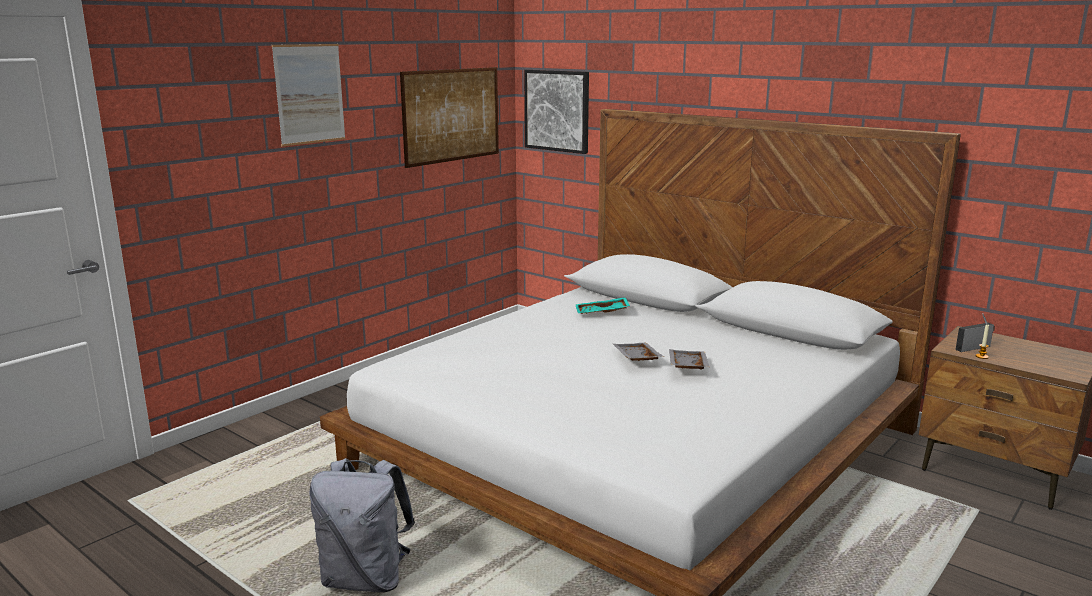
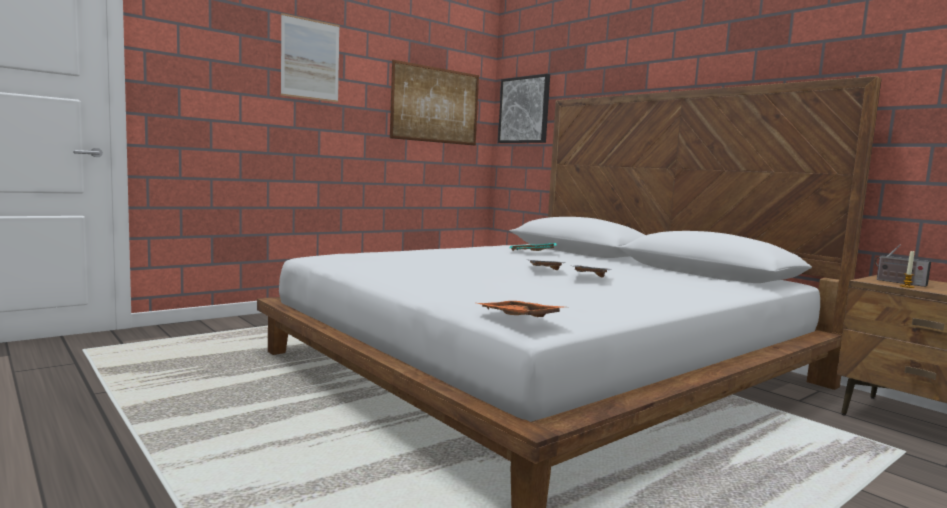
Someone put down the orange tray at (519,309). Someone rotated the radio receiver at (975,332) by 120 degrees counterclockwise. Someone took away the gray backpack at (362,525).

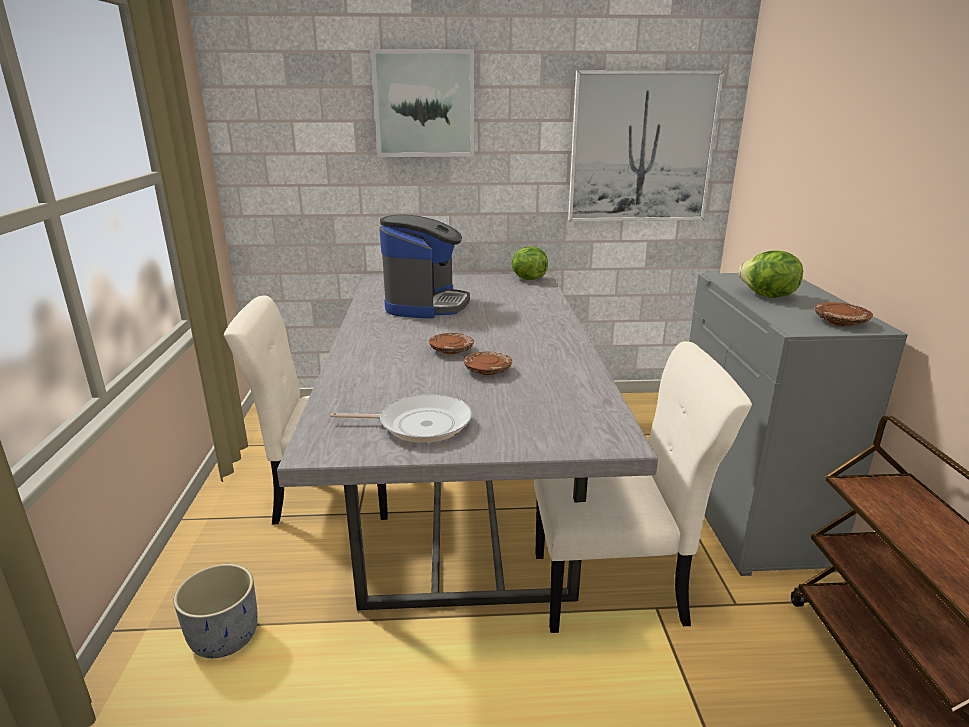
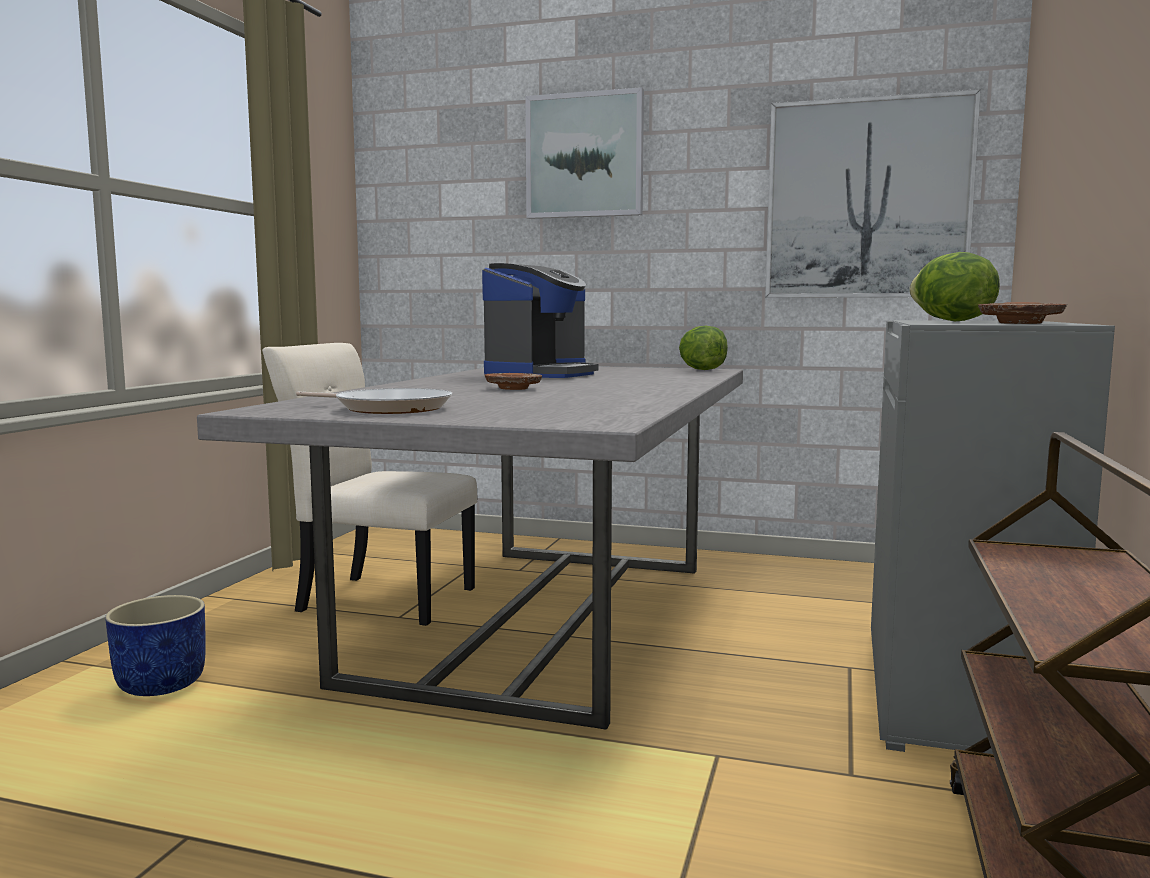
Someone repainted the gray plant pot at (216,611), which became the blue plant pot at (155,645). Someone took away the brownish flat dish at (488,363). Someone took away the sand-coloured upright chair at (643,487).

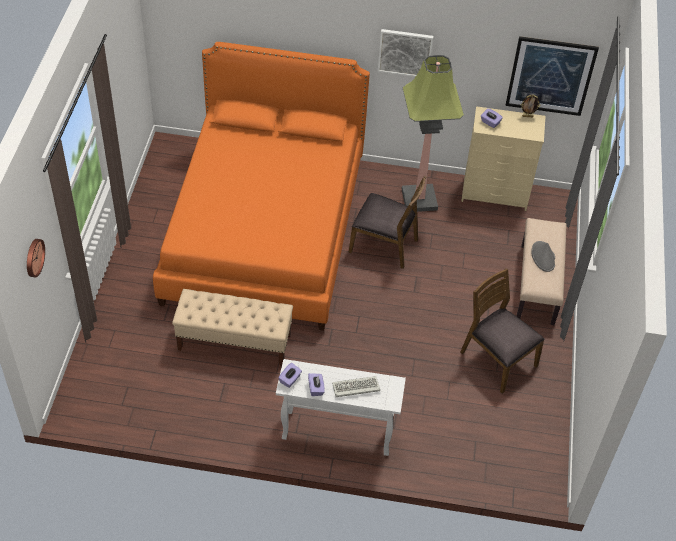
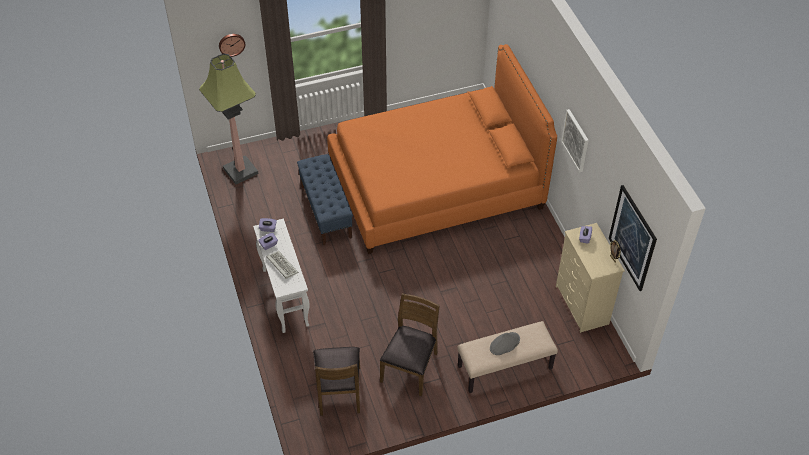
Someone carried the standing lamp from (433,133) to (229,119). Someone repainted the sand-coloured long seat at (232,327), which became the blue long seat at (325,199). Someone carried the brownish upright chair from (387,222) to (336,381).

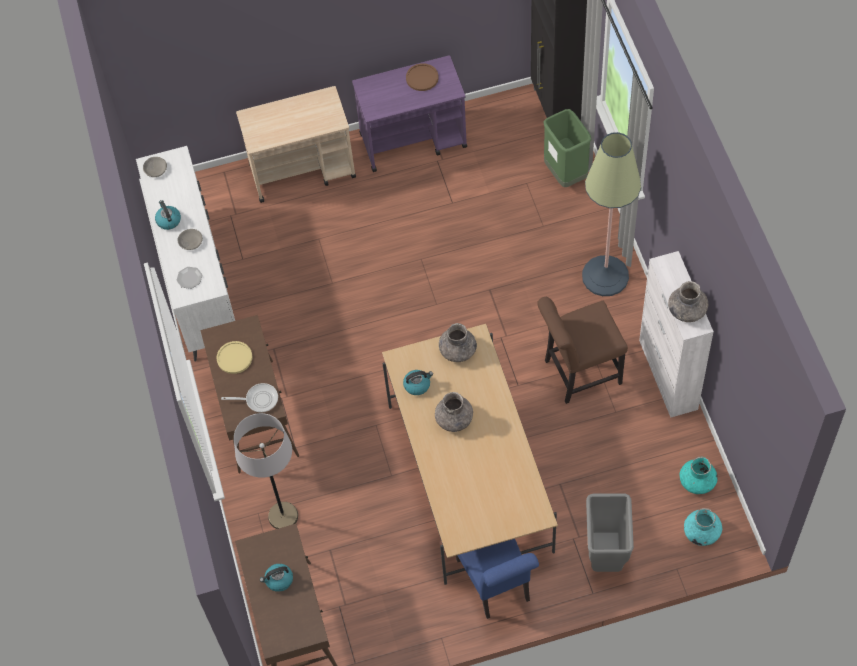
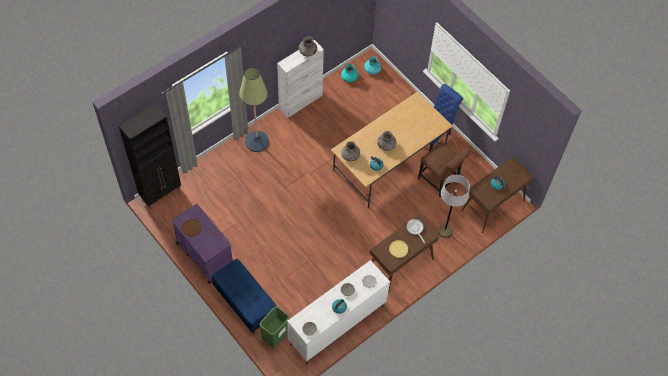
Someone swapped the sand-coloured trolley at (296,144) for the blue long seat at (244,296). Someone carried the green-coloured waste bin from (567,148) to (274,327). Someone carried the brownish upright chair from (582,350) to (444,169). Someone took away the gray waste bin at (610,532).

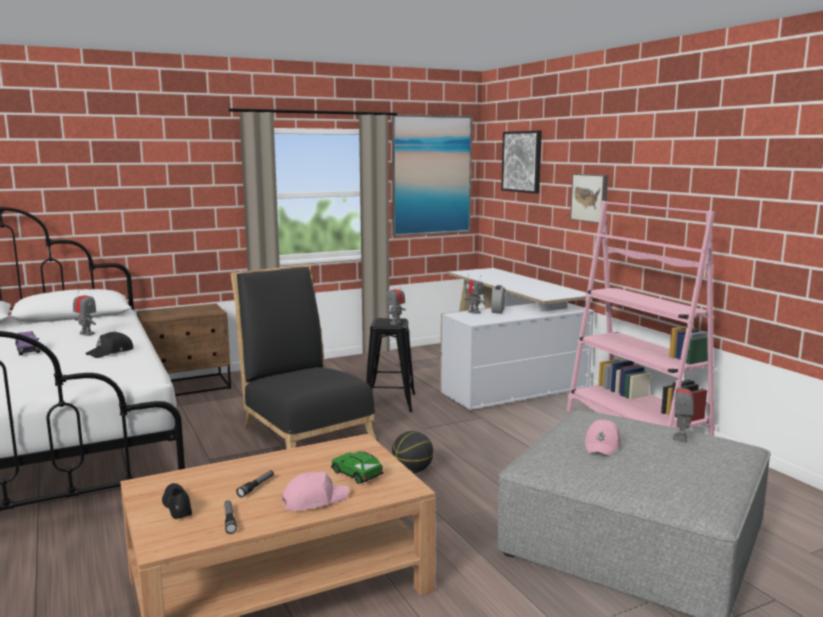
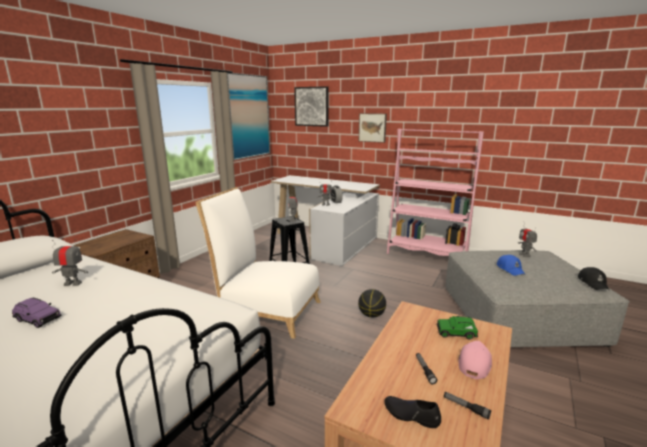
Someone repainted the black-coloured upright chair at (303,357), which became the whitish upright chair at (258,263). Someone repainted the pink baseball cap at (602,438), which became the blue baseball cap at (511,265). Someone carried the black-coloured baseball cap from (109,344) to (593,278).

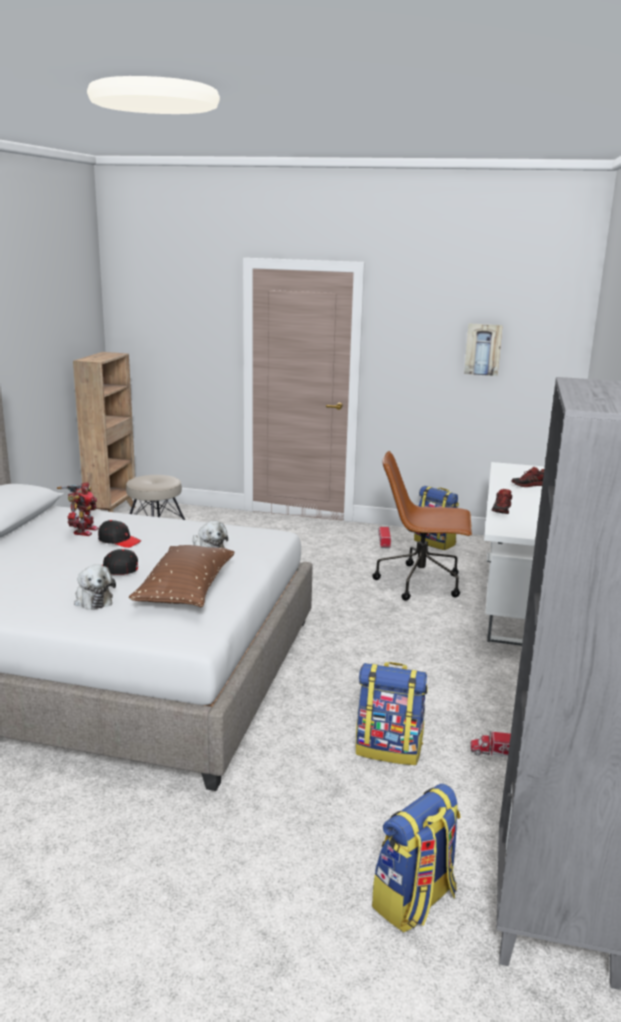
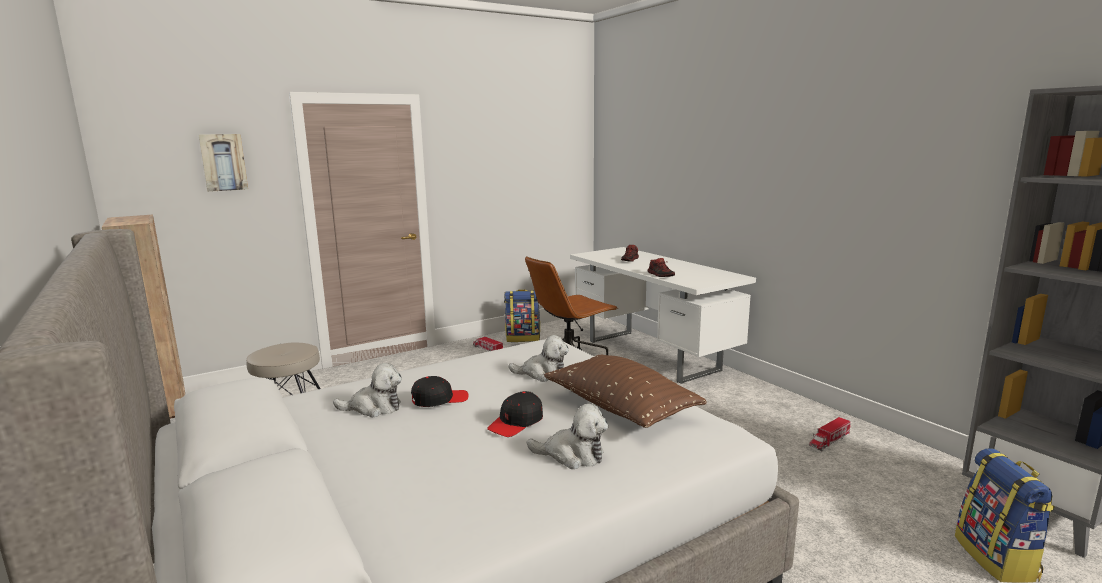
Someone carried the picture from (483,349) to (223,163). Someone swapped the robot figure at (78,509) for the cuddly toy at (367,390). Someone took away the backpack at (392,713).

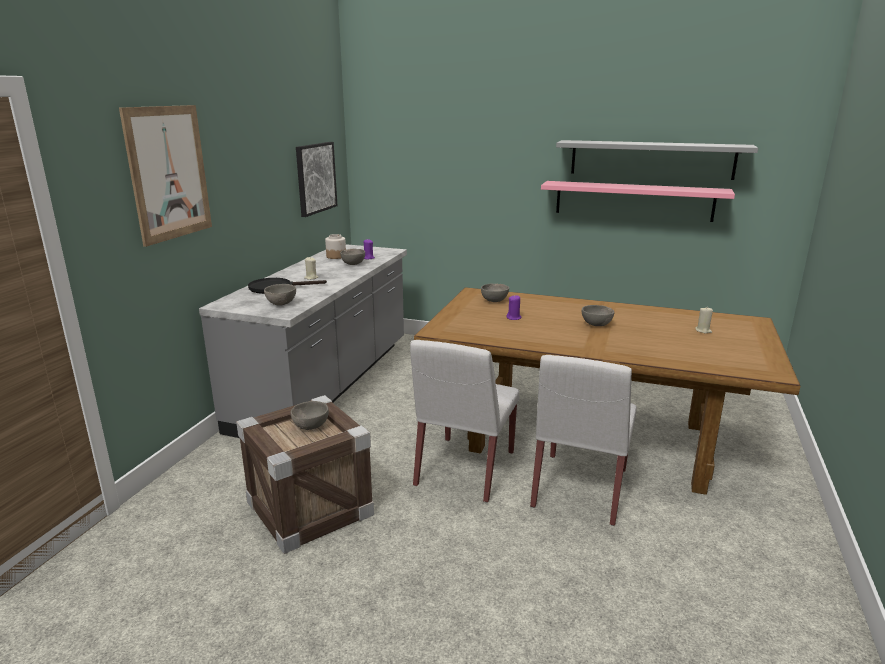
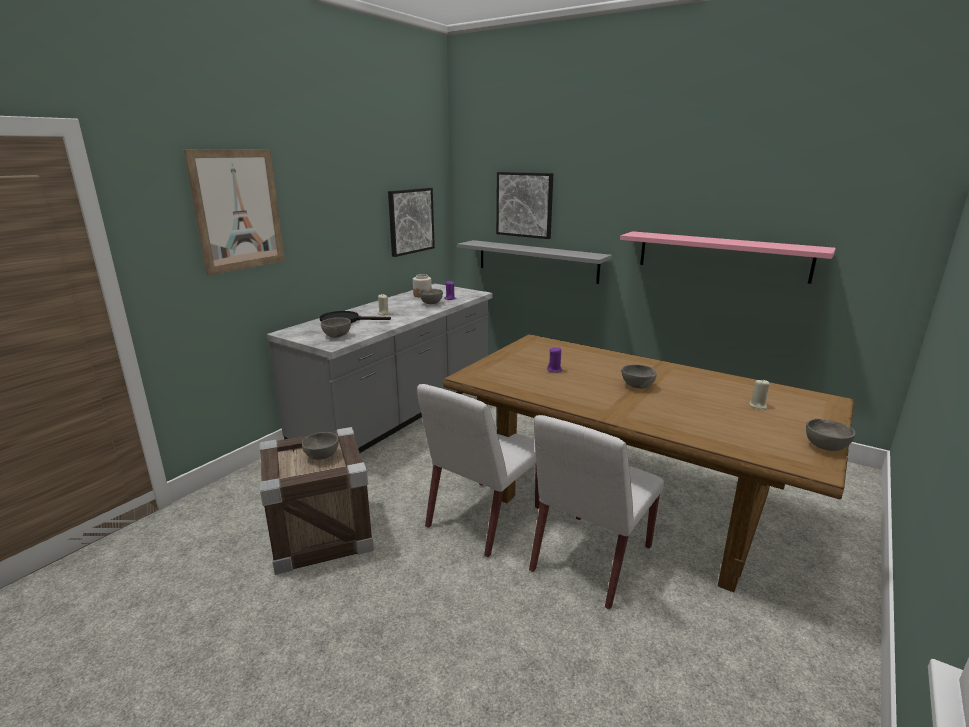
Someone carried the gray wall shelf from (657,160) to (534,262). Someone put up the picture at (524,205). Someone carried the gray serving bowl from (495,293) to (831,435).

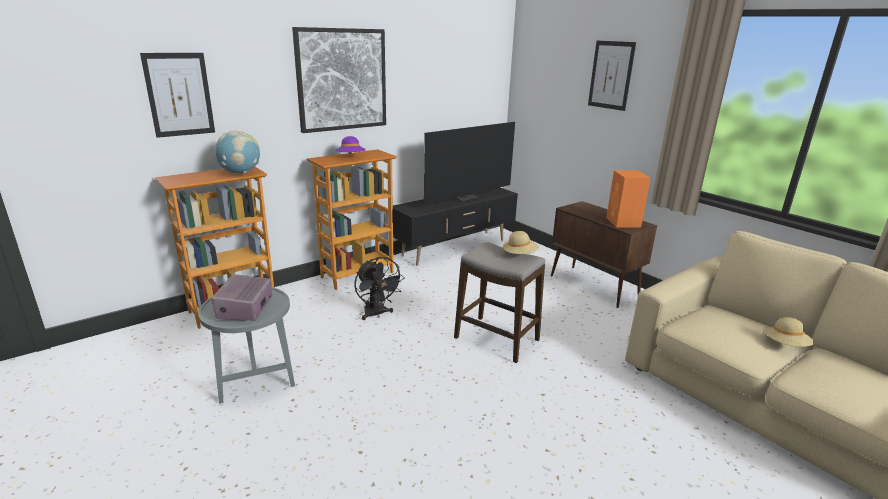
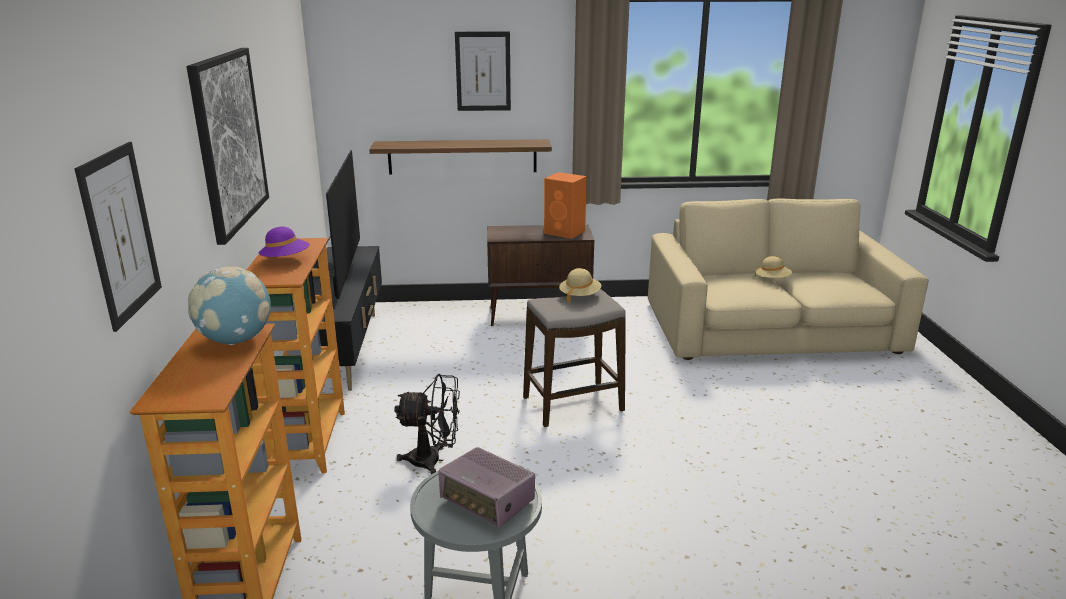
Someone put up the wall shelf at (460,156).

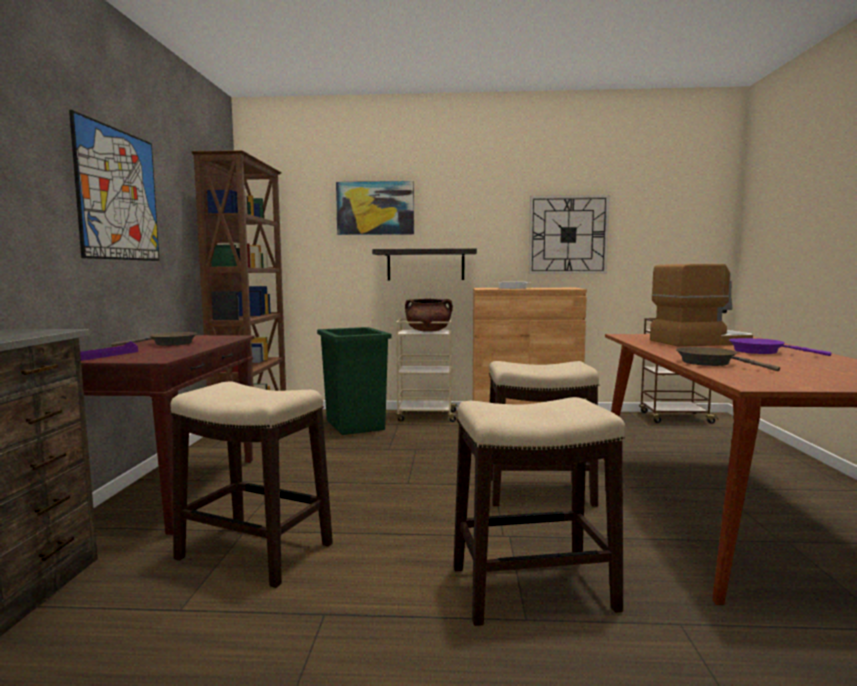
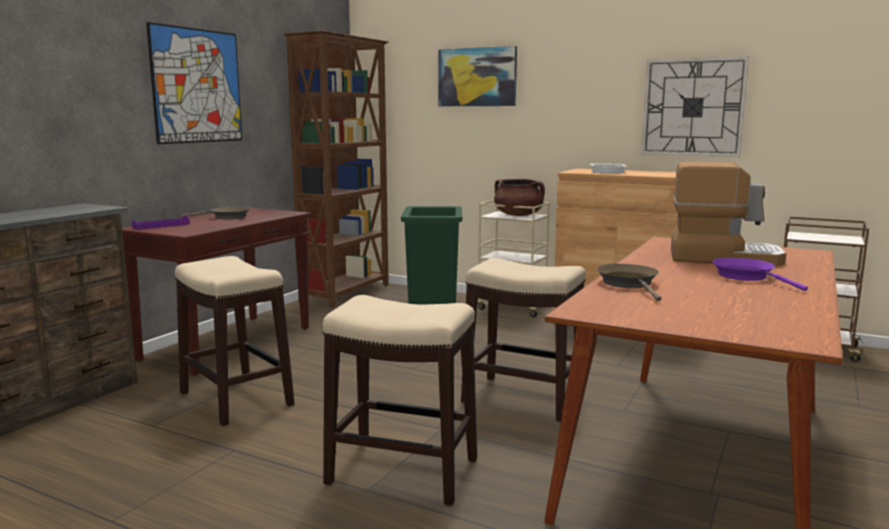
Someone took away the wall shelf at (424,264).

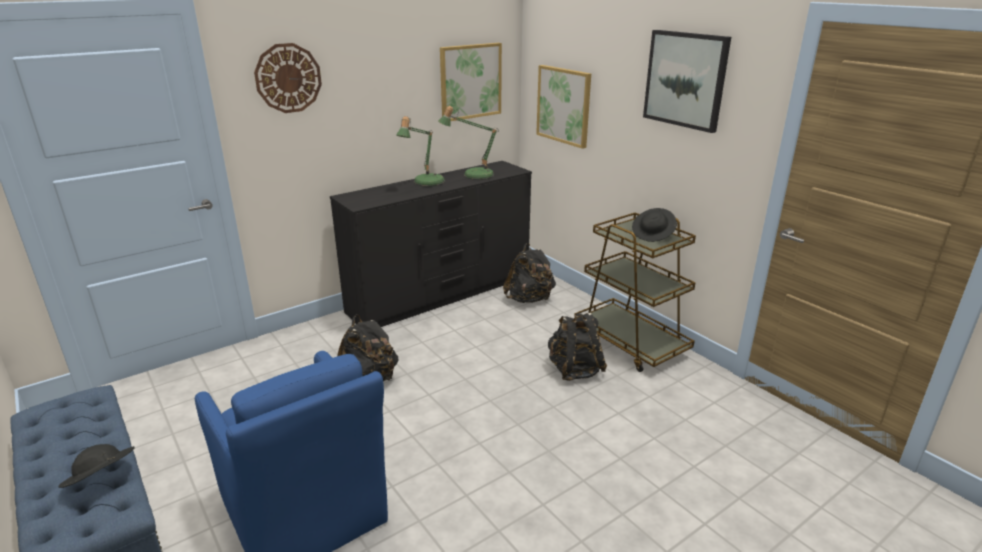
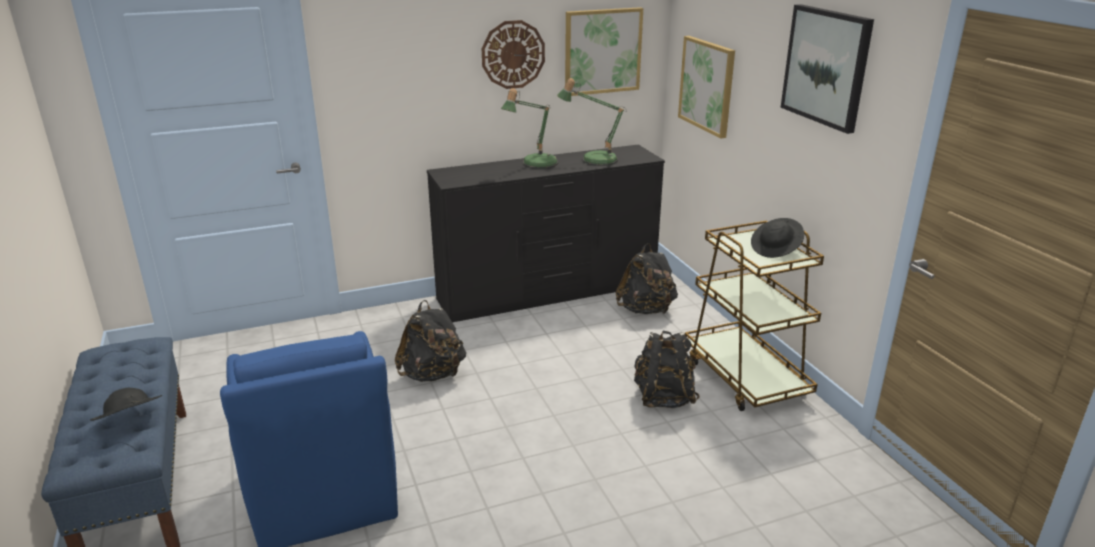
Someone carried the wall clock from (288,78) to (513,54).

